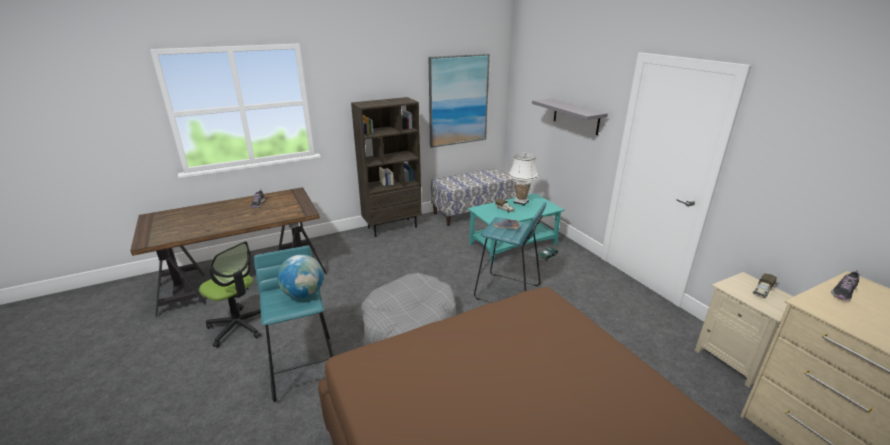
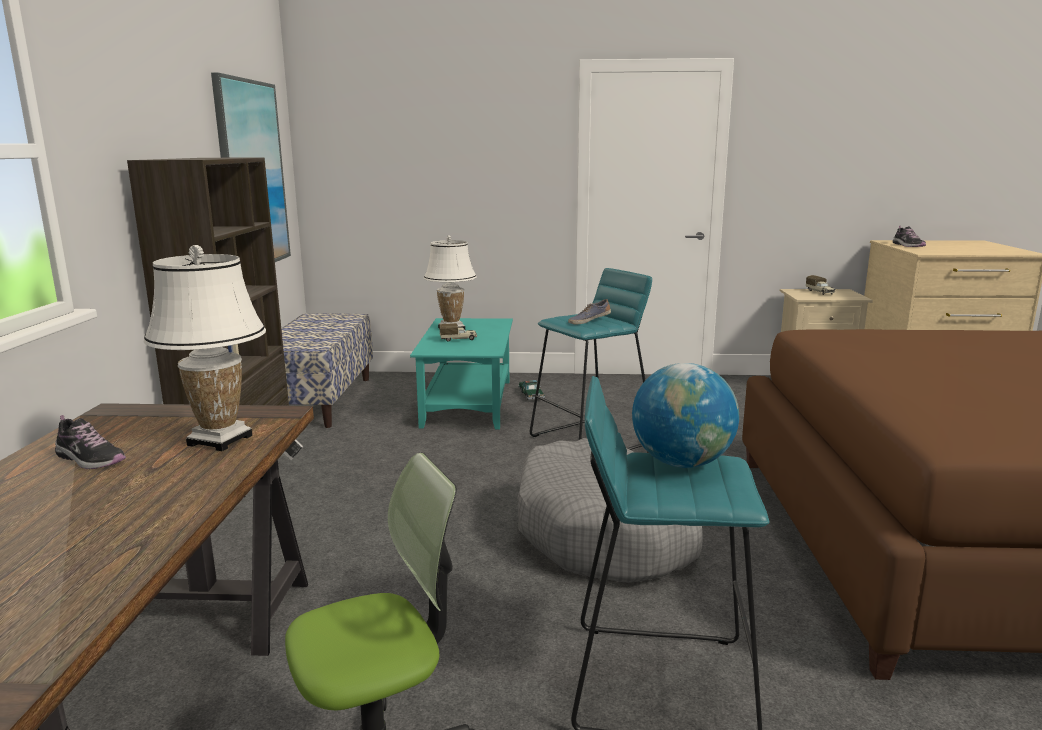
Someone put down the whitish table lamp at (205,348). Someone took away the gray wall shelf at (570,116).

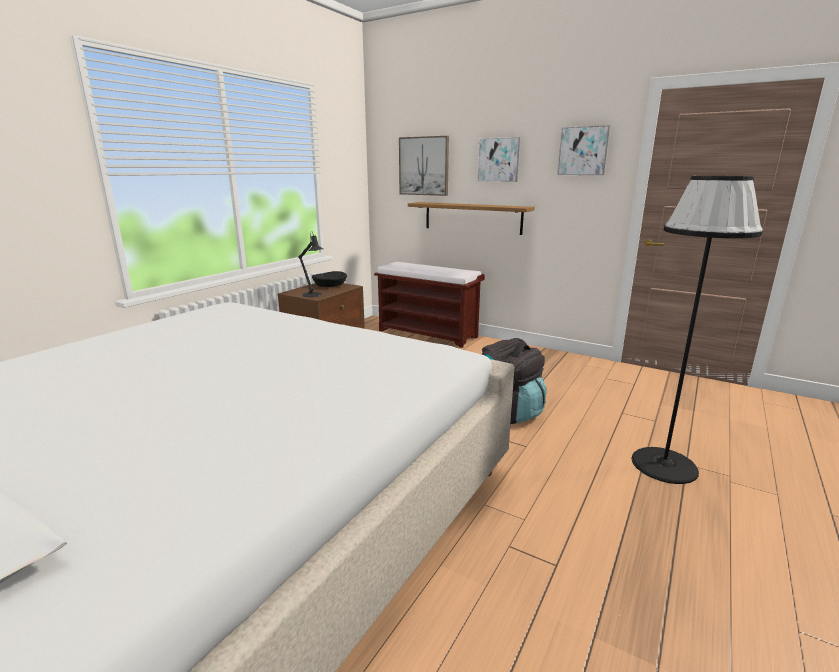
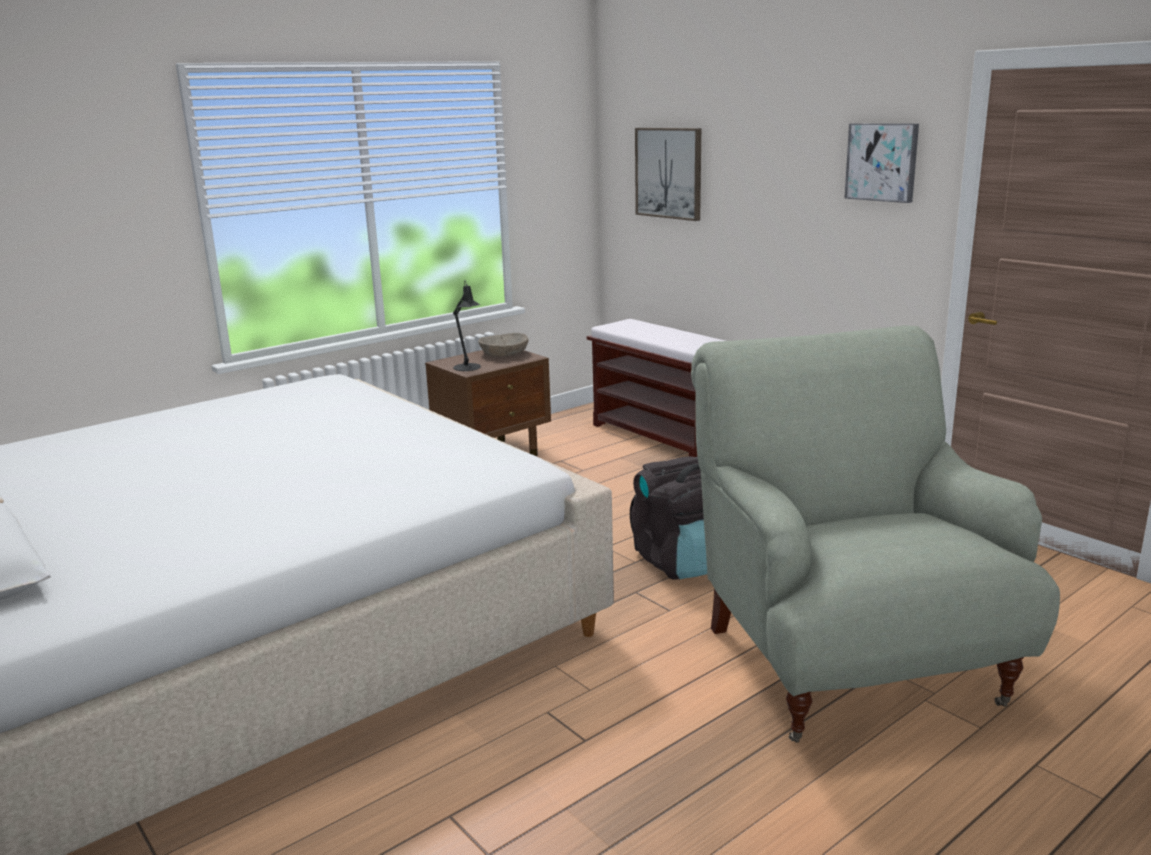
Someone repainted the black-coloured serving bowl at (329,279), which became the sand-coloured serving bowl at (503,345). Someone swapped the black-coloured standing lamp at (697,330) for the gray lounge chair at (875,534). Someone took away the wall shelf at (471,218). Someone took away the picture at (498,159).

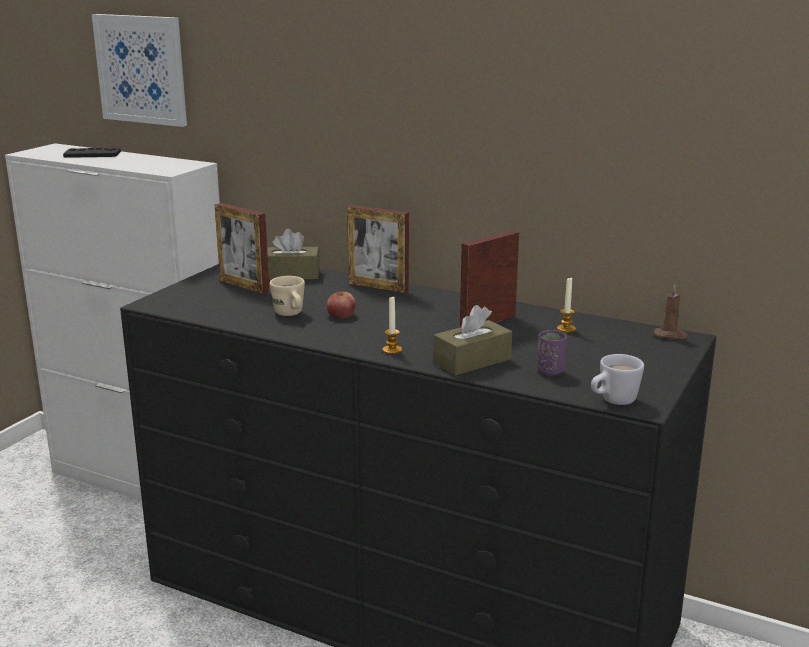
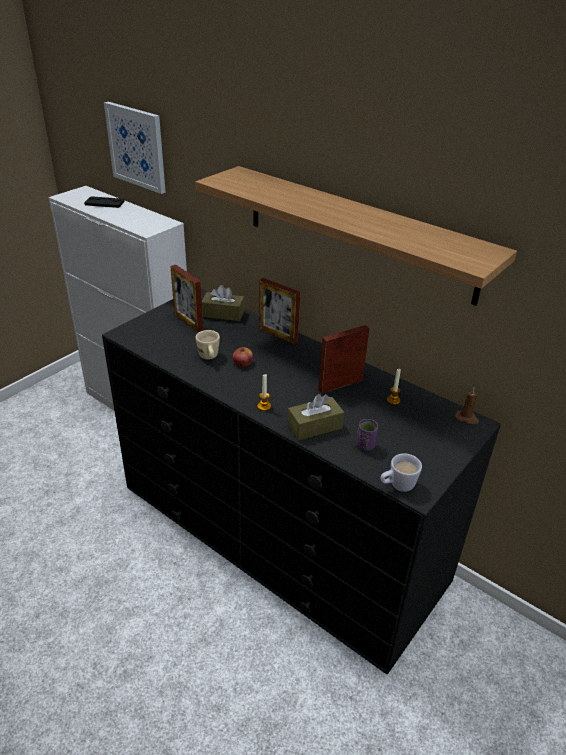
Someone put up the wall shelf at (356,236).

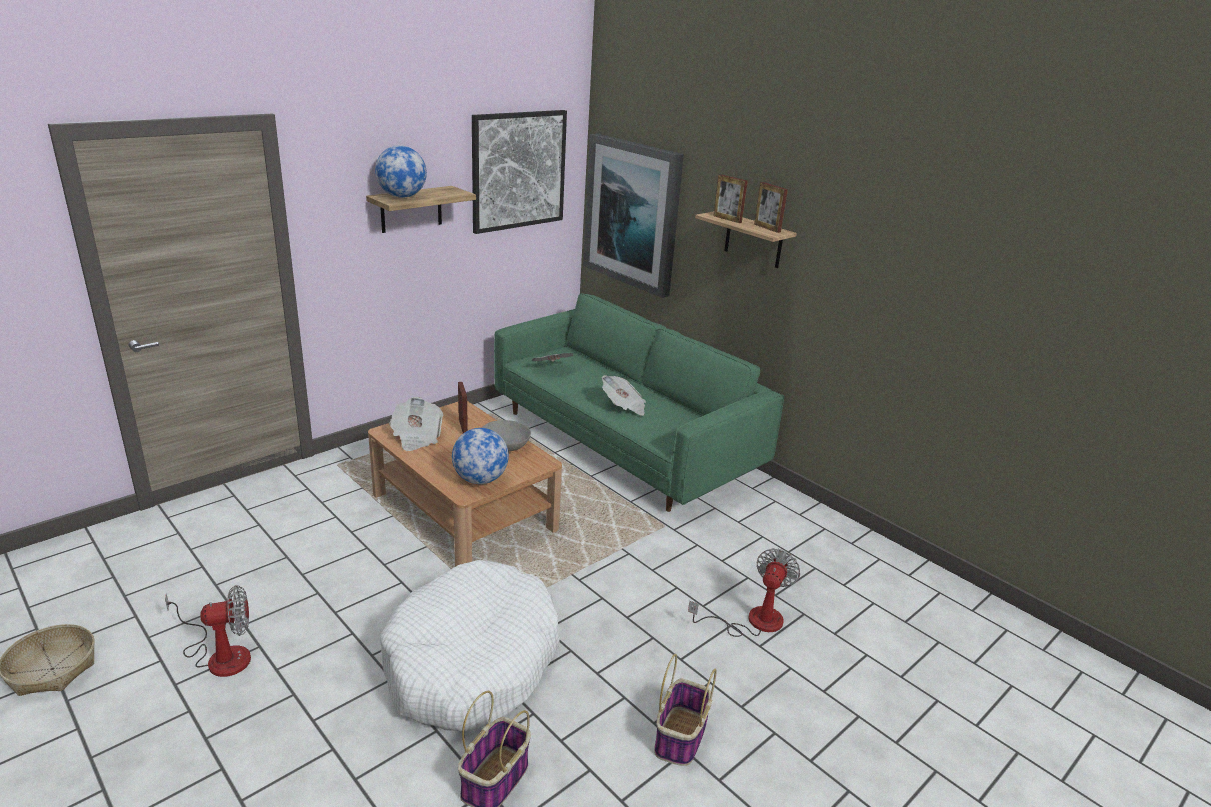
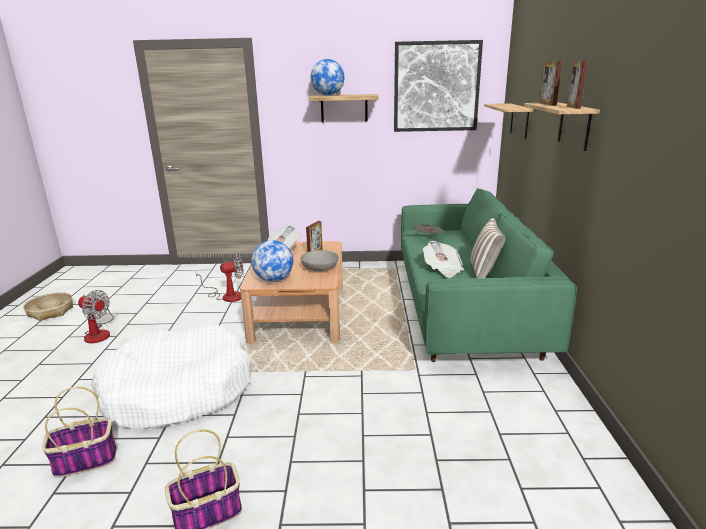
Someone carried the cooling fan from (744,592) to (220,278). Someone put down the cushion at (488,248). Someone swapped the picture at (633,215) for the wall shelf at (508,121).

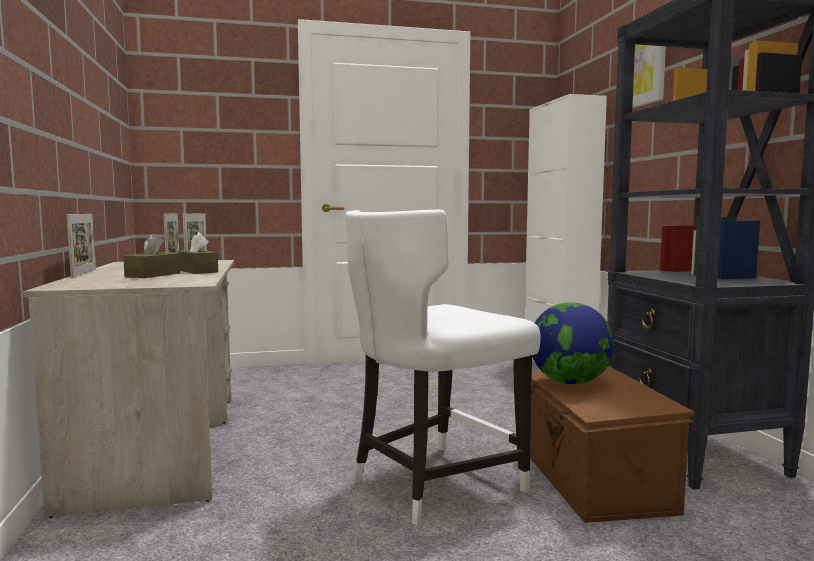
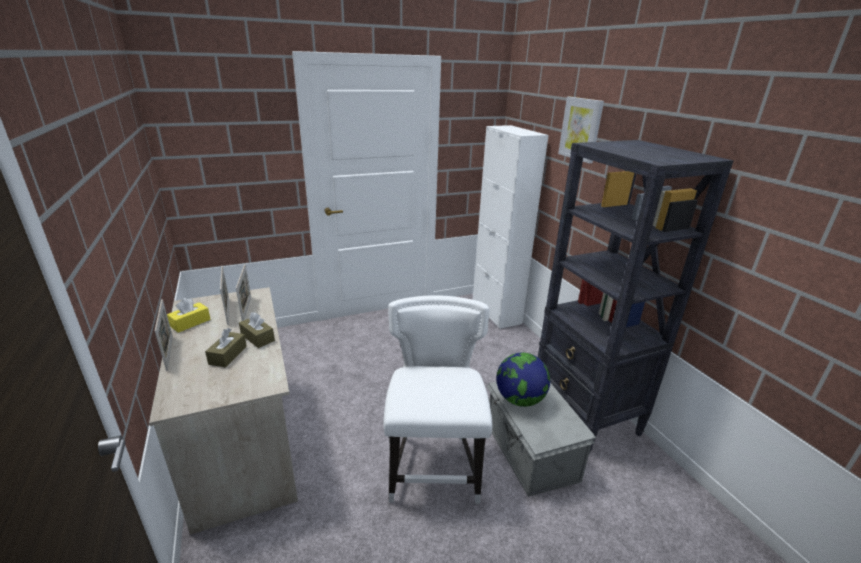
Someone put down the yellow-coloured tissue holder at (188,315). Someone rotated the whitish upright chair at (443,367) by 135 degrees clockwise. Someone repainted the brownish storage bin at (612,444), which became the gray storage bin at (541,439).

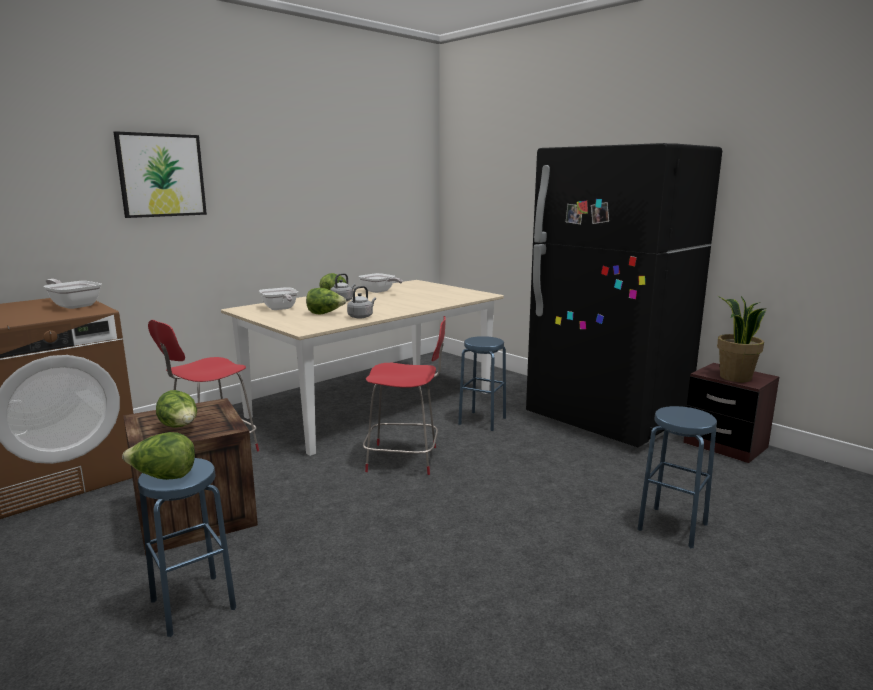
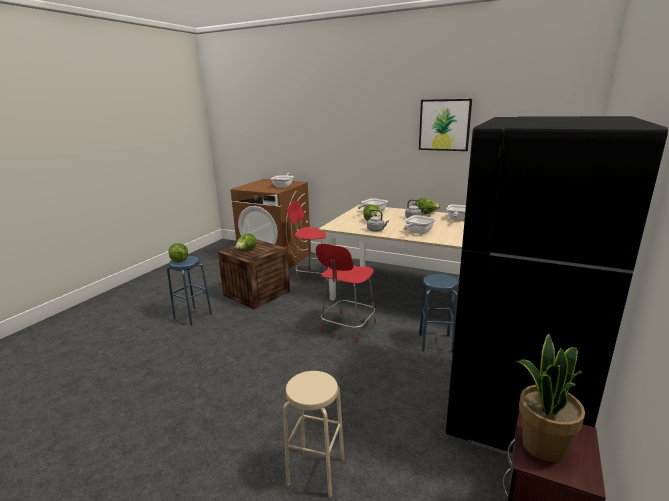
Someone repainted the blue stool at (677,477), which became the sand-coloured stool at (313,434). Someone rotated the reddish upright chair at (404,395) by 45 degrees clockwise. Someone put down the frying pan at (420,224). Someone carried the picture from (160,174) to (445,125).

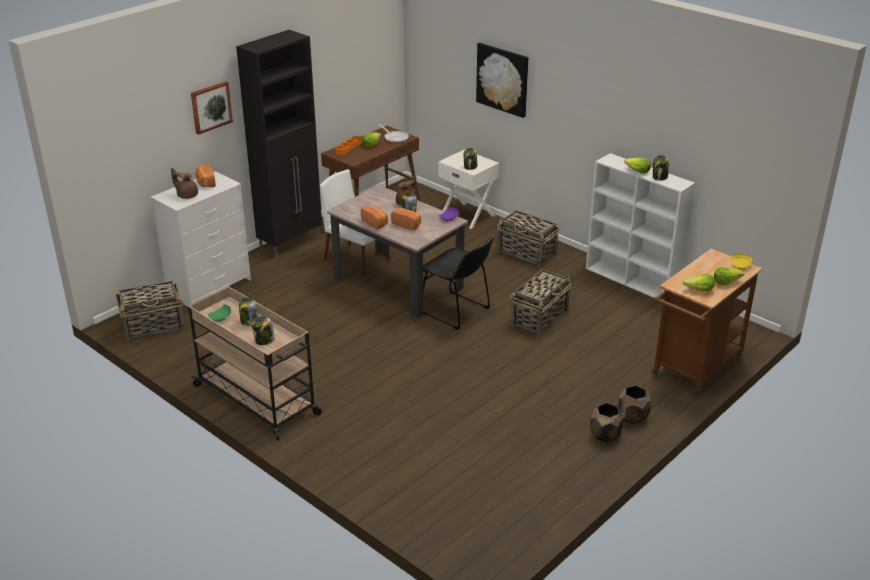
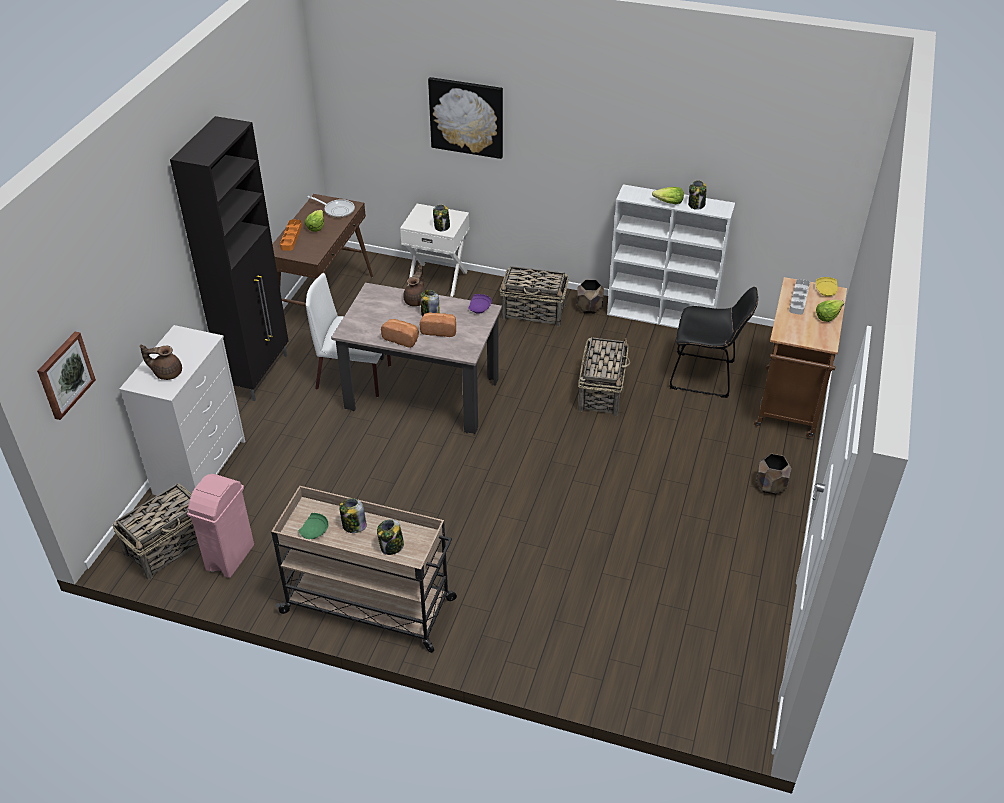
Someone carried the picture from (212,108) to (66,375). Someone put down the pink waste bin at (220,526). Someone carried the brownish plant pot from (607,423) to (590,297). Someone carried the black-coloured upright chair from (458,283) to (713,342). Someone put down the gray tray at (799,297). Someone took away the bakery bread at (205,175). Someone took away the head of lettuce at (699,282).

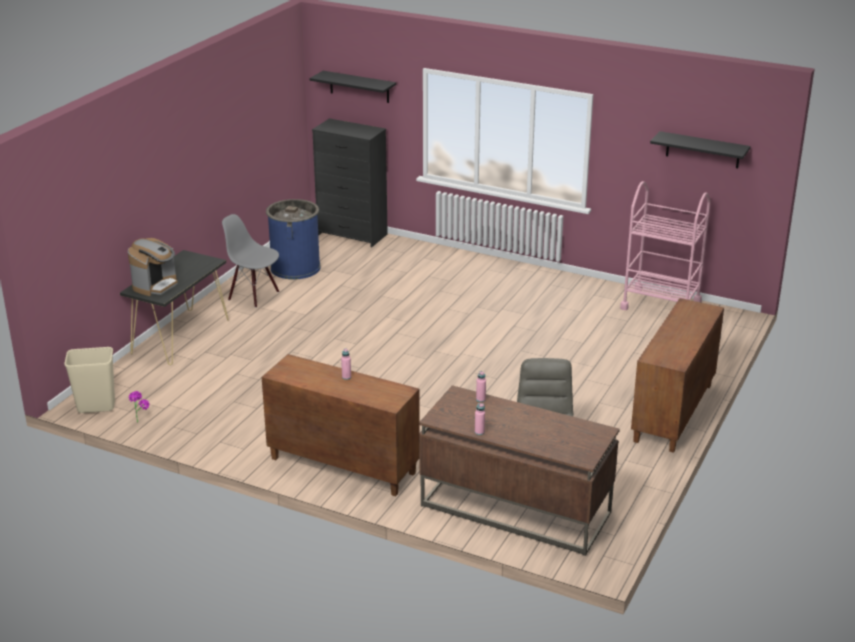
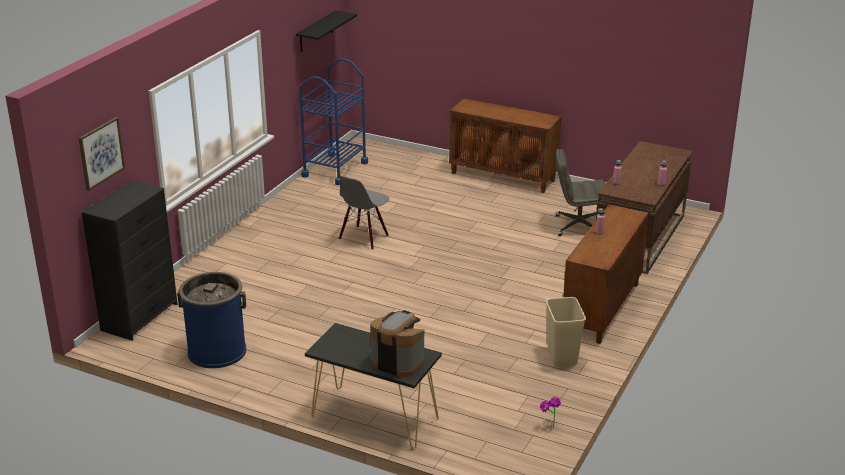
Someone swapped the black-coloured wall shelf at (352,87) for the picture at (102,154). Someone repainted the pink trolley at (665,245), which became the blue trolley at (333,121). Someone carried the gray upright chair from (250,261) to (364,213). Someone carried the sand-coloured waste bin from (90,380) to (566,332).

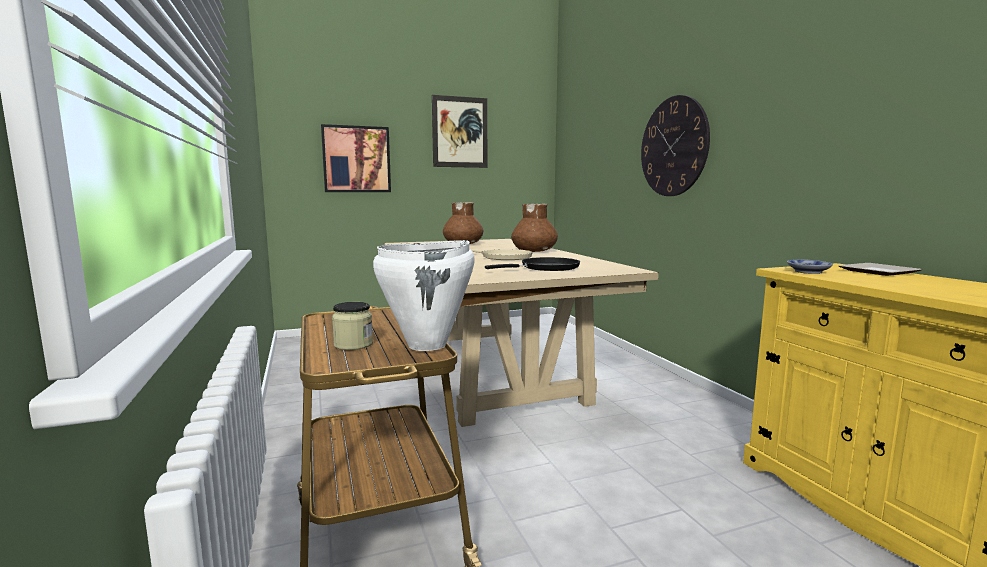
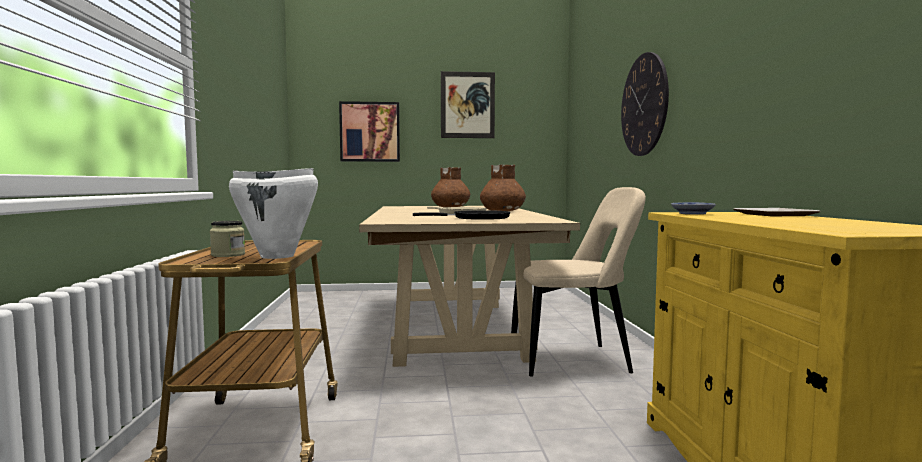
Someone put down the sand-coloured upright chair at (578,282).

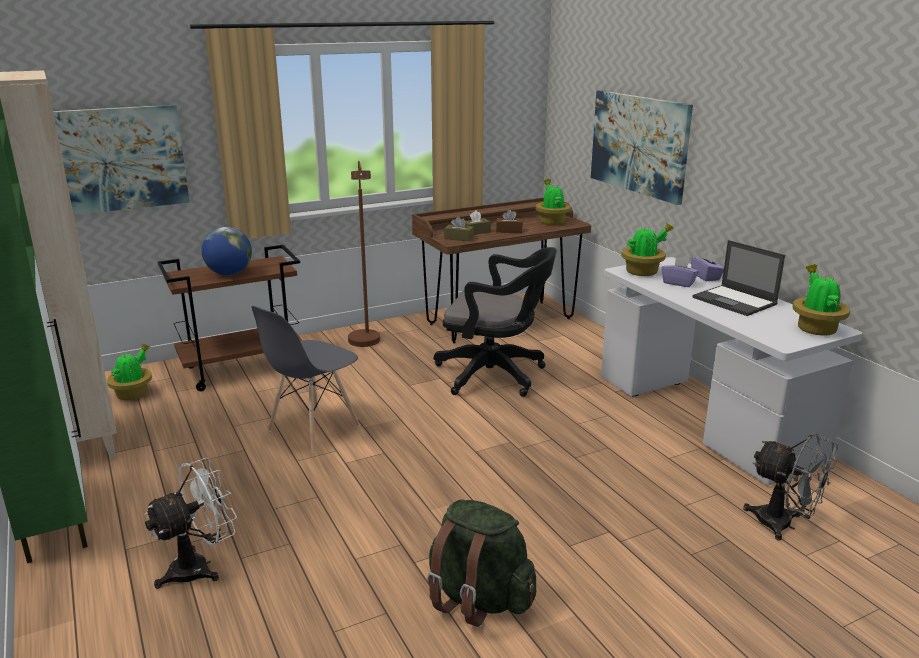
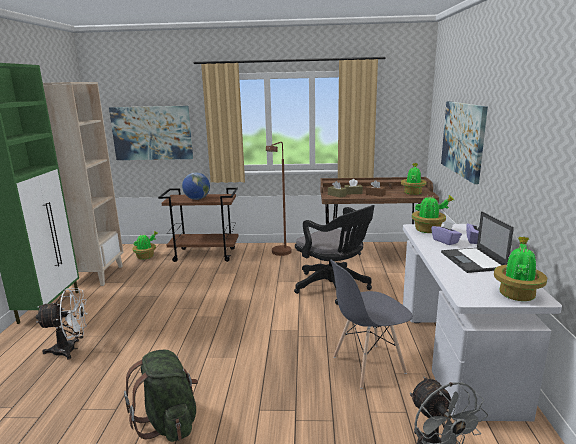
Someone carried the gray upright chair from (306,379) to (371,324).

